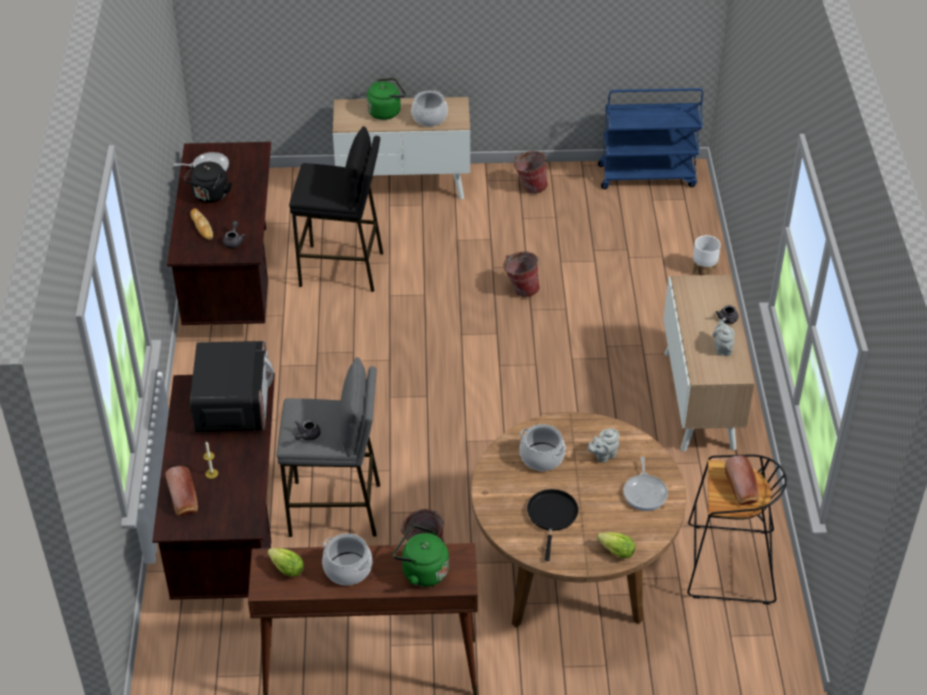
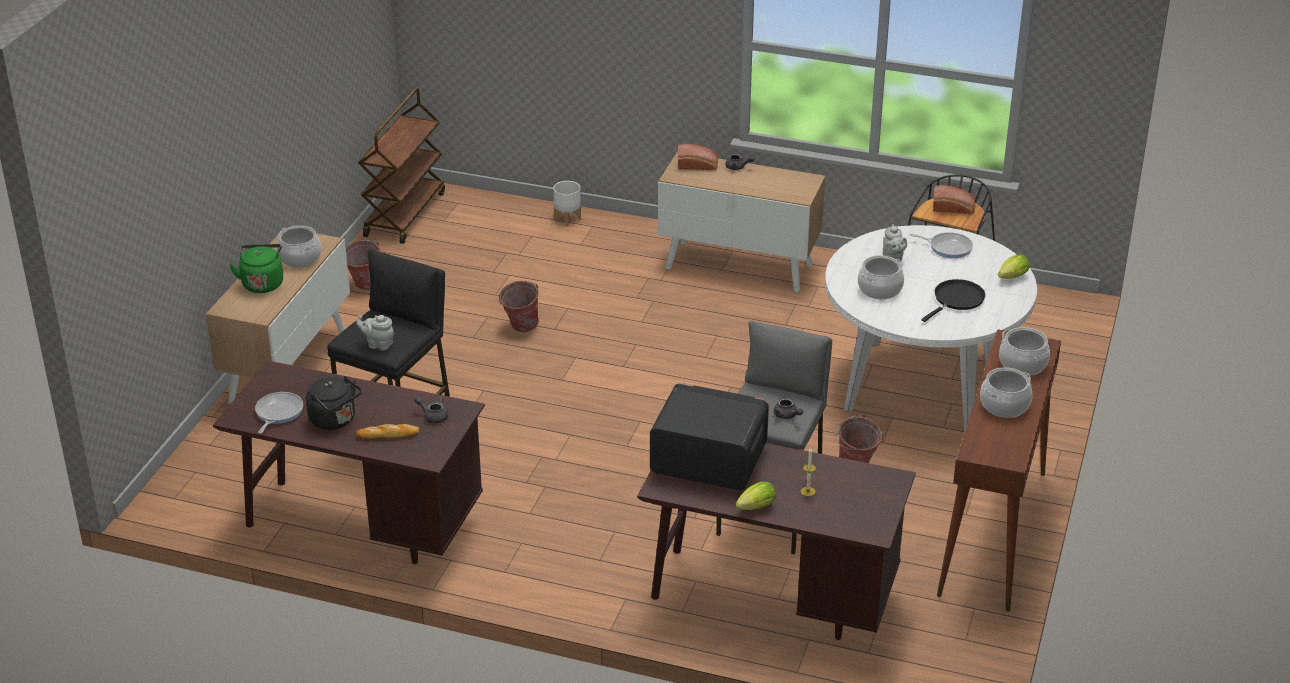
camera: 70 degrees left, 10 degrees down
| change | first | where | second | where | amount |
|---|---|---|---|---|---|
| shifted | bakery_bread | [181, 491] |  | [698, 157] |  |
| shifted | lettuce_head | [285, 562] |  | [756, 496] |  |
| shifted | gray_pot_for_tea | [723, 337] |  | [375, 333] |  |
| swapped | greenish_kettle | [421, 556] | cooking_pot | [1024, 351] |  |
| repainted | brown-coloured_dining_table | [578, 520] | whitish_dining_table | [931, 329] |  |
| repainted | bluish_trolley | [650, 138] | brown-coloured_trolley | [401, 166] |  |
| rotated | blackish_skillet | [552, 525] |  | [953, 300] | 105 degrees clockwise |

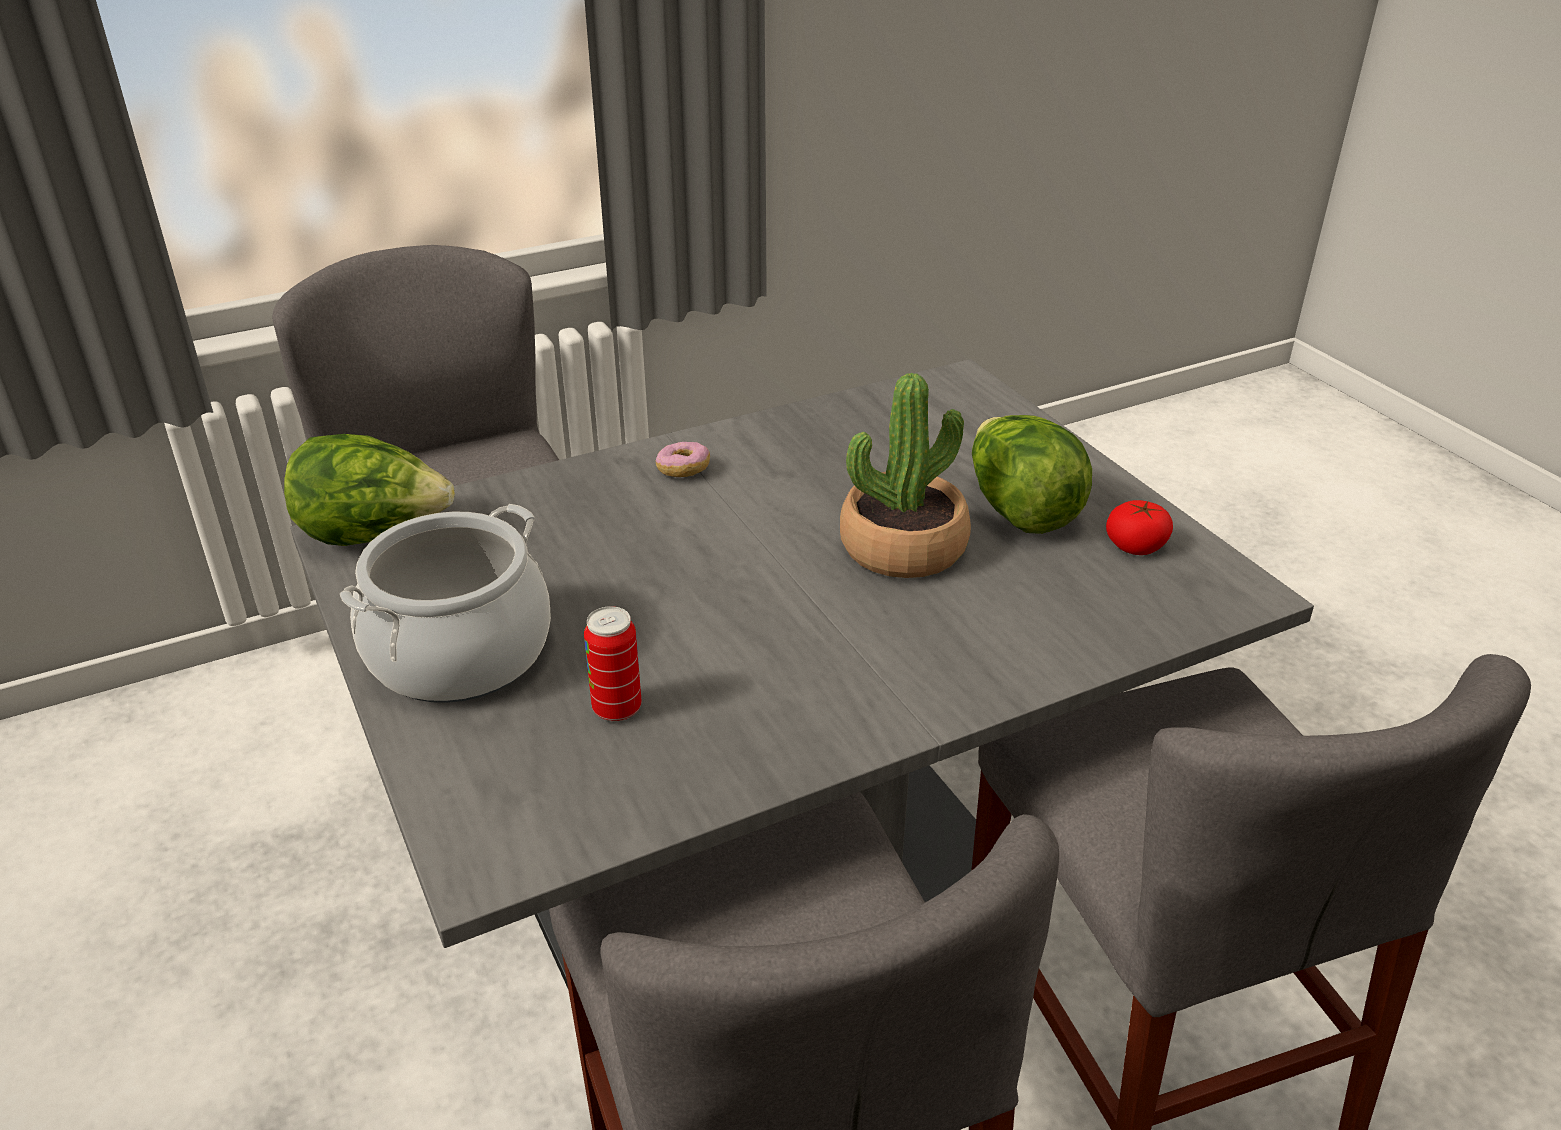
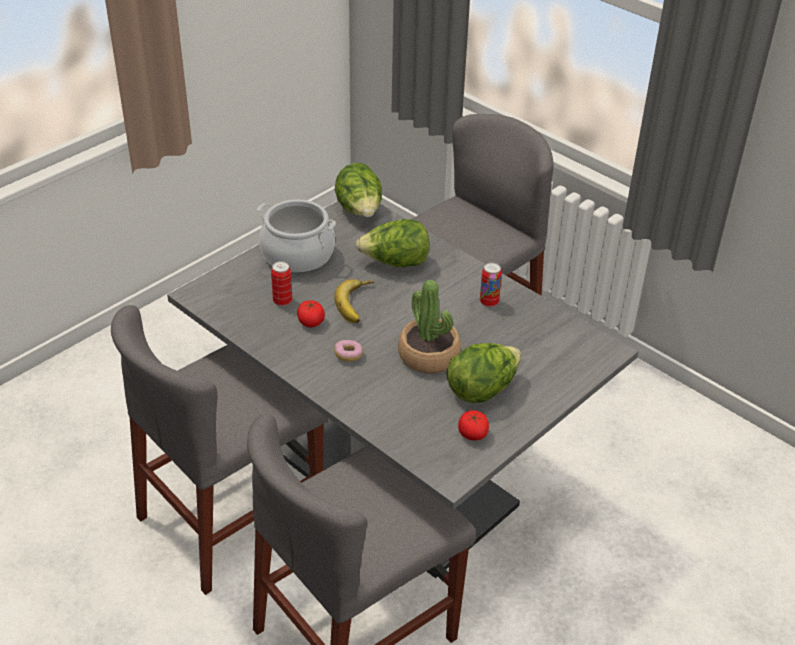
camera: 70 degrees right, 5 degrees up
| change | first | where | second | where | amount |
|---|---|---|---|---|---|
| new |  |  | fresh_tomato | [311, 314] |  |
| new |  |  | whole_banana | [354, 301] |  |
| new |  |  | lettuce_head | [392, 243] |  |
| new |  |  | can | [491, 284] |  |
| shifted | ring_doughnut | [683, 459] |  | [348, 351] |  |

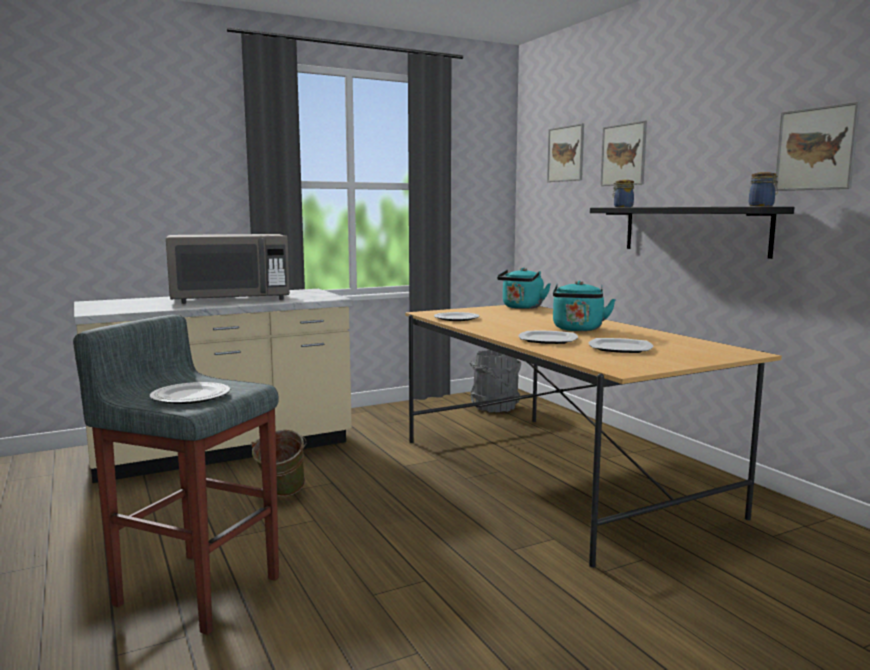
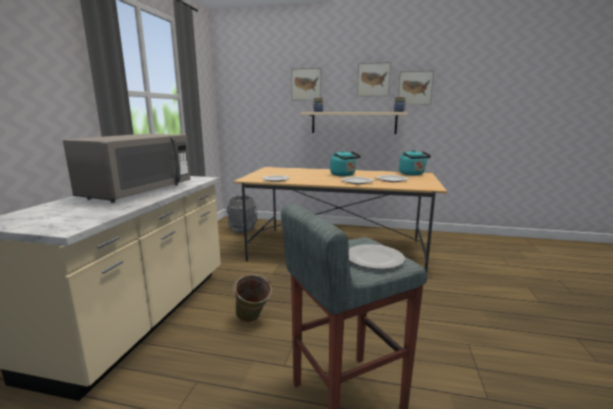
camera: 50 degrees left, 5 degrees up
| change | first | where | second | where | amount |
|---|---|---|---|---|---|
| shifted | turquoise_kettle | [524, 288] |  | [415, 162] |  |
| shifted | wall_art | [565, 152] |  | [374, 79] |  |
| repainted | blackish_shelf | [692, 233] | sand-coloured_shelf | [354, 123] |  |

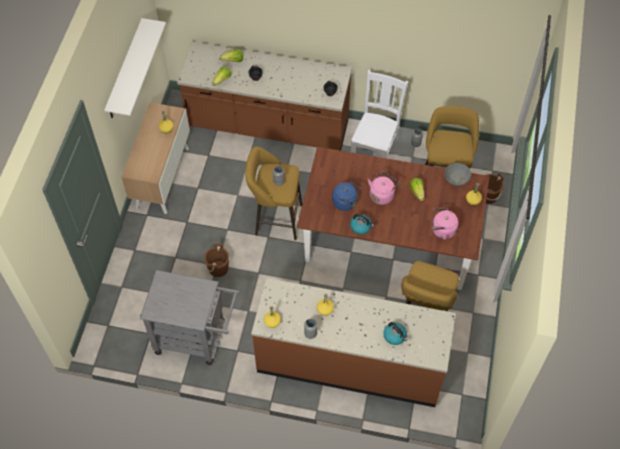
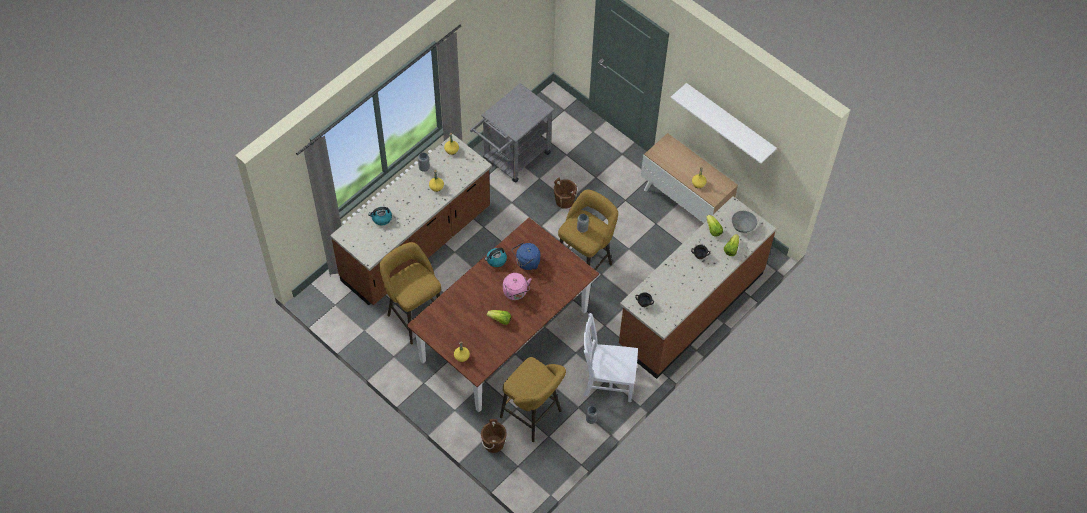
camera: 120 degrees right, 0 degrees up
| change | first | where | second | where | amount |
|---|---|---|---|---|---|
| gone | pinkish_kettle | [445, 224] |  |  |  |
| shifted | gray_bowl | [458, 174] |  | [744, 222] |  |
| rotated | whitish_upright_chair | [380, 114] |  | [611, 357] | 135 degrees clockwise |

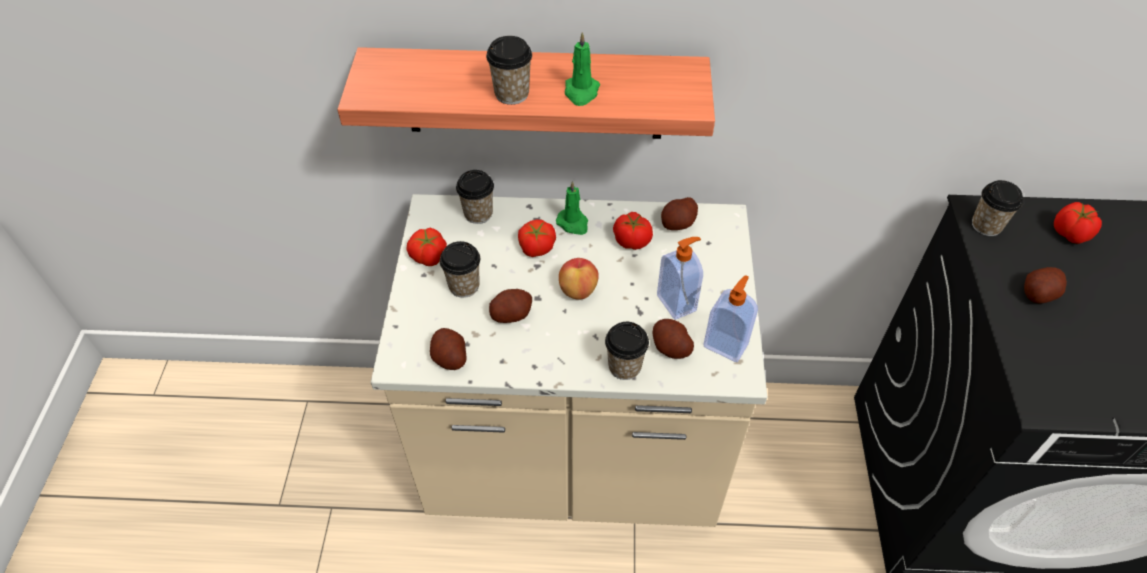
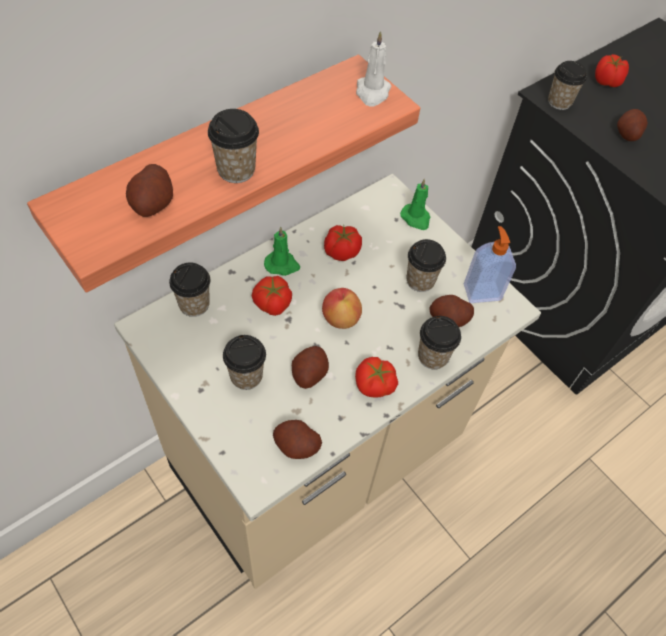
camera: 45 degrees left, 5 degrees up
| change | first | where | second | where | amount |
|---|---|---|---|---|---|
| new |  |  | whitish_wax_light | [373, 68] |  |
| shifted | fresh_tomato | [426, 247] |  | [376, 377] |  |
| shifted | greenish_wax_light | [582, 69] |  | [415, 204] |  |
| shifted | spud | [679, 213] |  | [149, 190] |  |
| swapped | liquid_soap_bottle | [680, 278] | cup | [426, 265] |  |

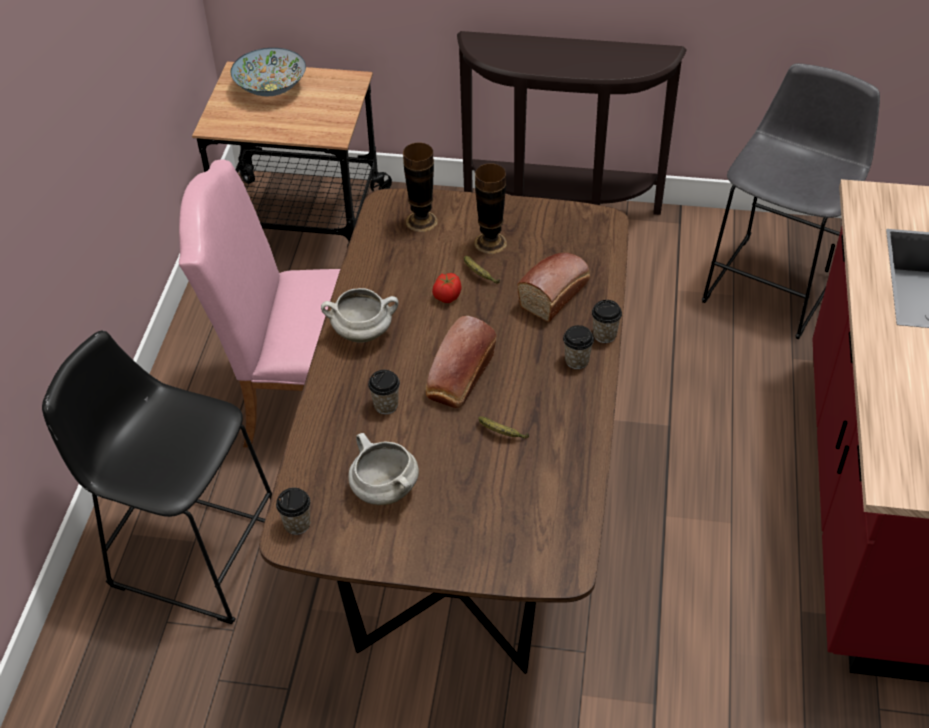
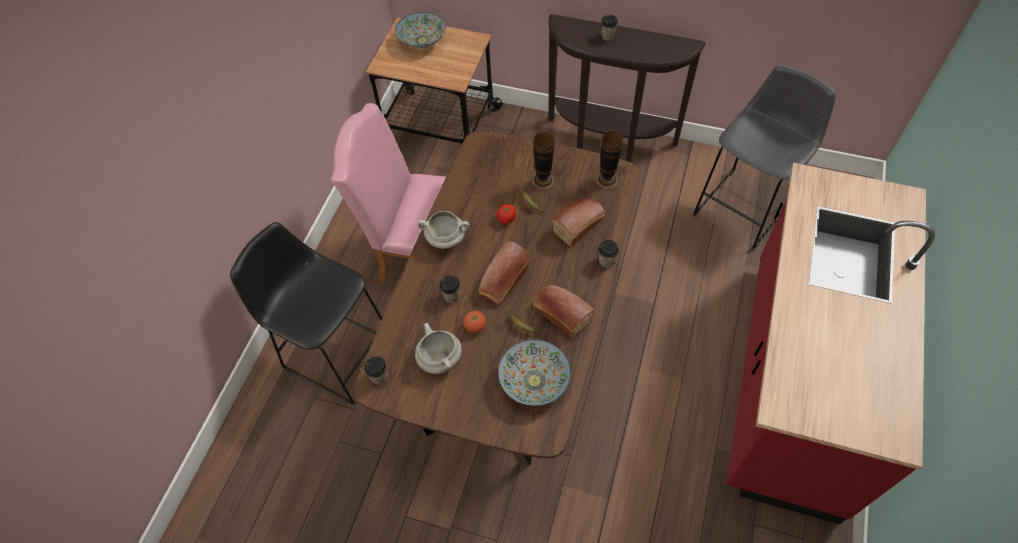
camera: 10 degrees right, 10 degrees up
| change | first | where | second | where | amount |
|---|---|---|---|---|---|
| new |  |  | fresh_tomato | [474, 322] |  |
| new |  |  | bowl | [534, 372] |  |
| new |  |  | bakery_bread | [564, 311] |  |
| shifted | decorative_vase | [420, 187] |  | [609, 160] |  |
| shifted | cup | [578, 347] |  | [609, 28] |  |

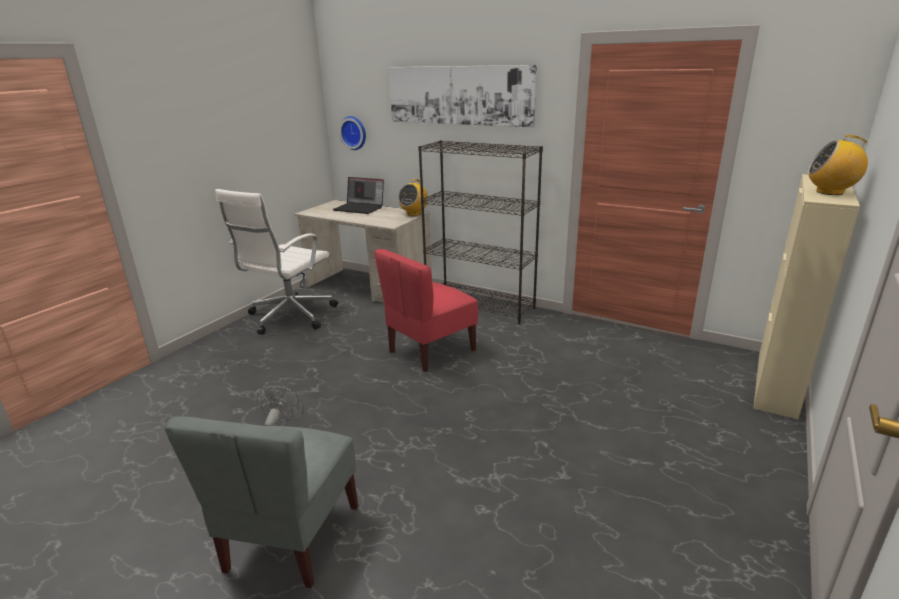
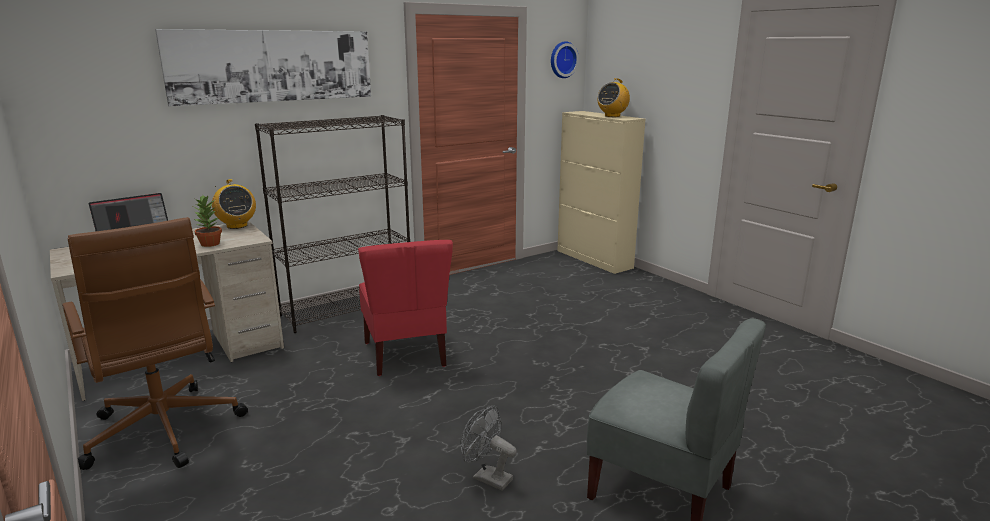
camera: 65 degrees left, 5 degrees down
| change | first | where | second | where | amount |
|---|---|---|---|---|---|
| new |  |  | houseplant | [208, 221] |  |
| shifted | hanging_clock | [352, 133] |  | [565, 59] |  |
| repainted | whitish_office_chair | [276, 261] | brown-coloured_office_chair | [155, 343] |  |

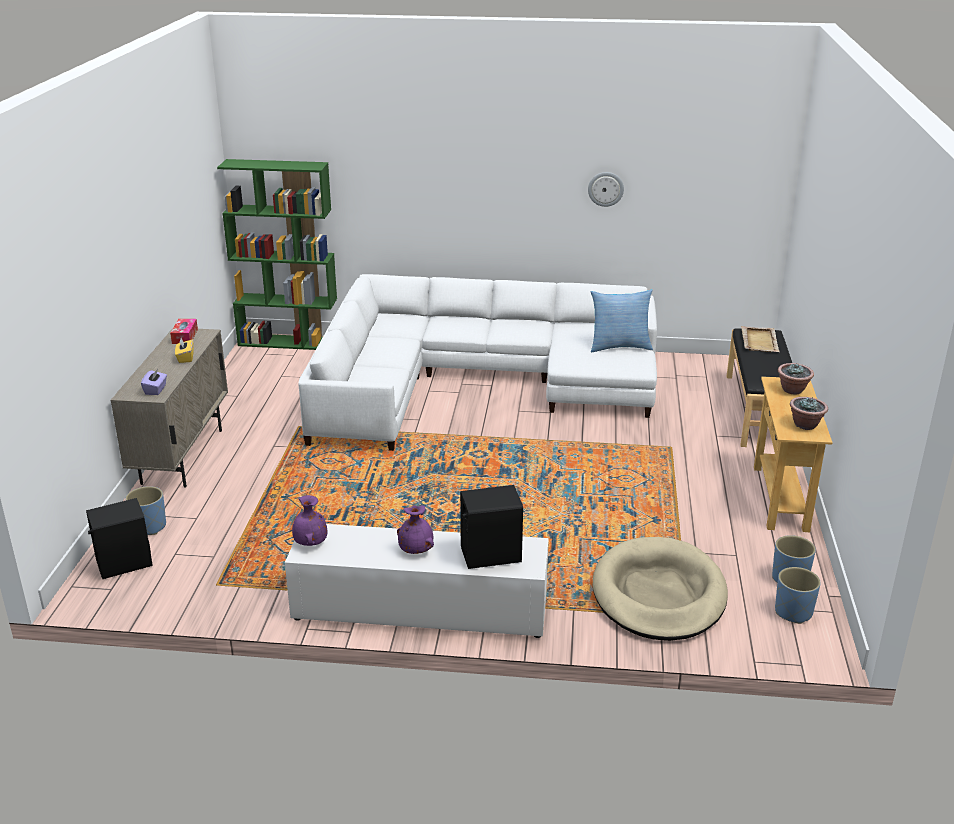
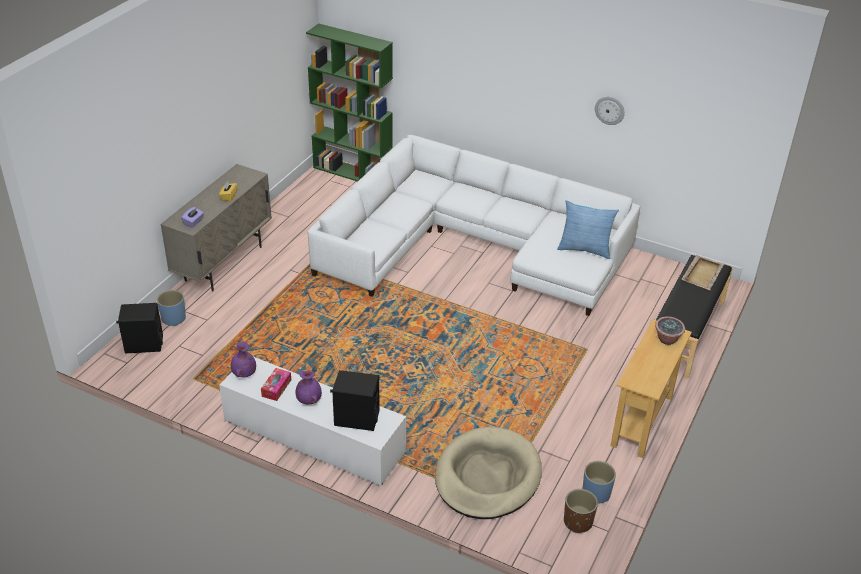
camera: 20 degrees right, 10 degrees up
| change | first | where | second | where | amount |
|---|---|---|---|---|---|
| gone | houseplant | [809, 413] |  |  |  |
| shifted | tissue_box | [184, 331] |  | [276, 384] |  |
| repainted | bluish_planter | [798, 595] | brown-coloured_planter | [581, 511] |  |

